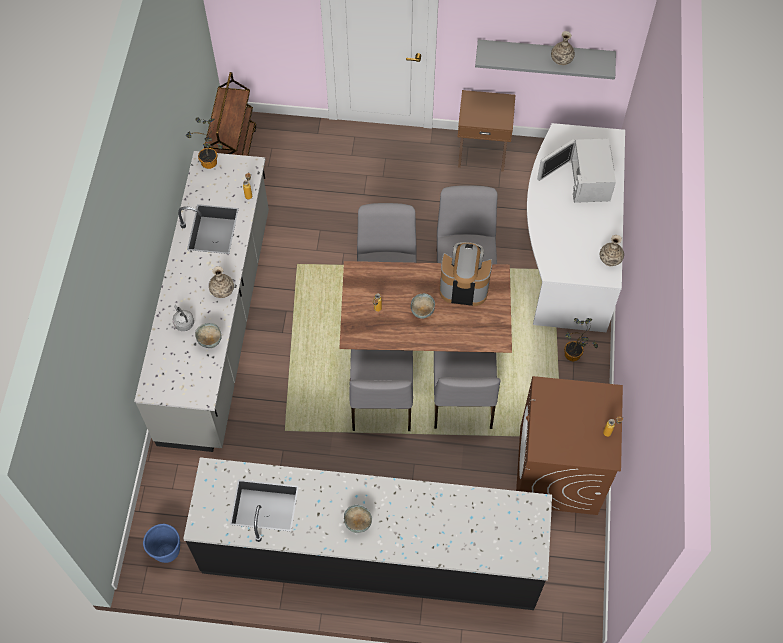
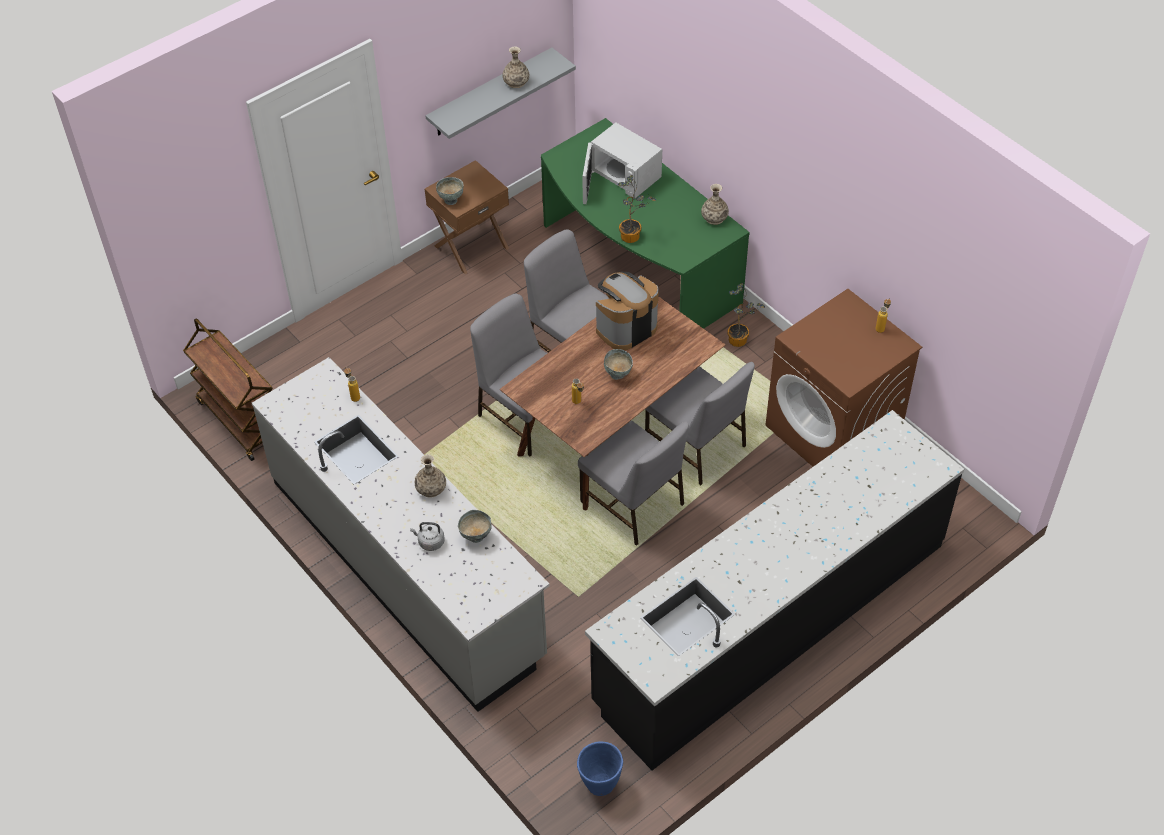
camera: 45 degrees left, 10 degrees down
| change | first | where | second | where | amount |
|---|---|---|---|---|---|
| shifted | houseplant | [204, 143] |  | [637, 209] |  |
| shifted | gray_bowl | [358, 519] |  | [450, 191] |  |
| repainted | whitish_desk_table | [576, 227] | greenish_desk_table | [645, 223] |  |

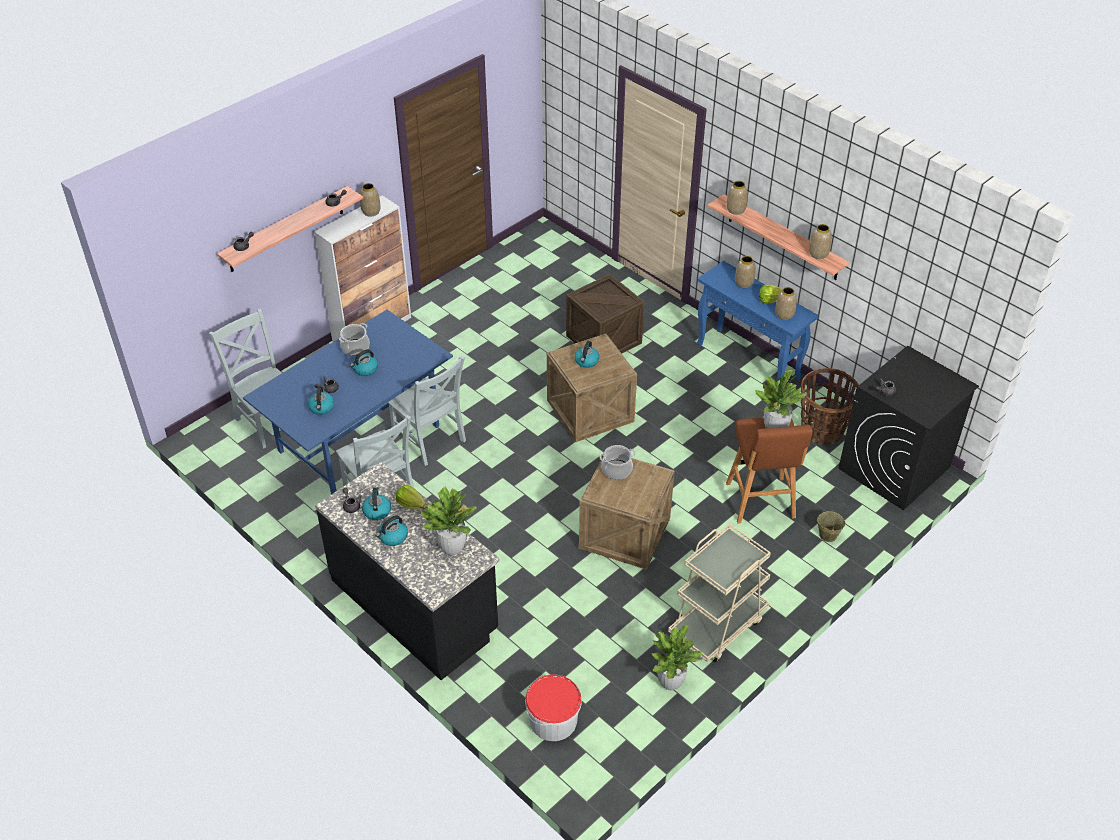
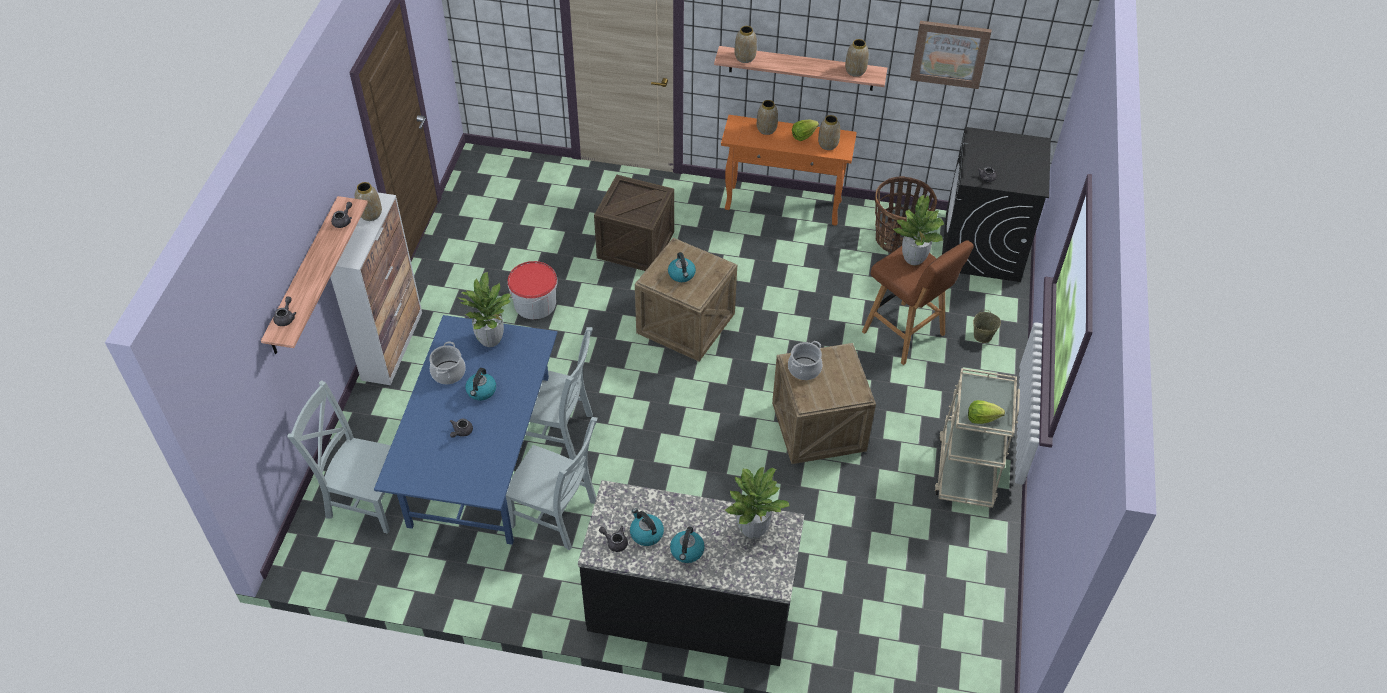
camera: 35 degrees left, 5 degrees up
| change | first | where | second | where | amount |
|---|---|---|---|---|---|
| gone | kettle | [321, 400] |  |  |  |
| new |  |  | wall_art | [951, 55] |  |
| shifted | lettuce_head | [411, 497] |  | [986, 412] |  |
| shifted | bucket | [553, 707] |  | [532, 290] |  |
| shifted | houseplant | [677, 657] |  | [485, 309] |  |
| repainted | bluish_hall_table | [758, 321] | orangey_hall_table | [789, 170] |  |

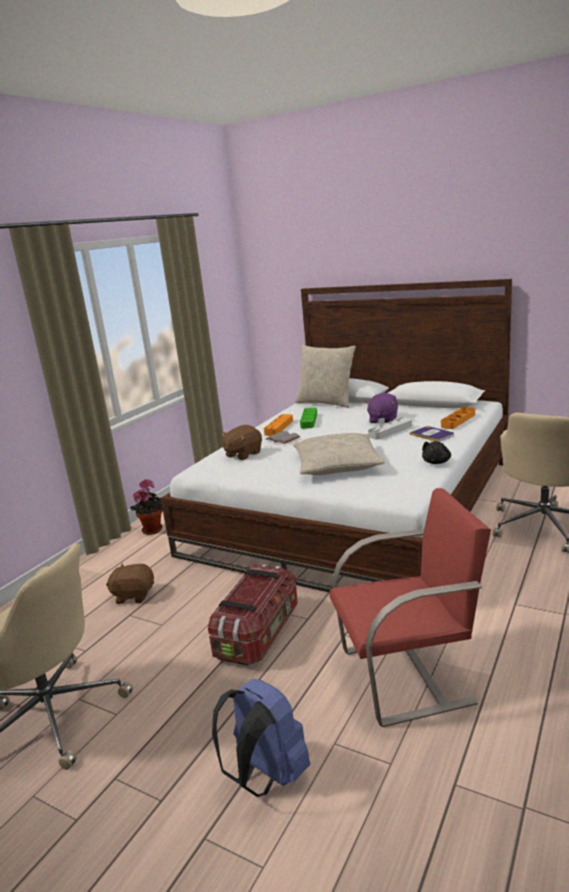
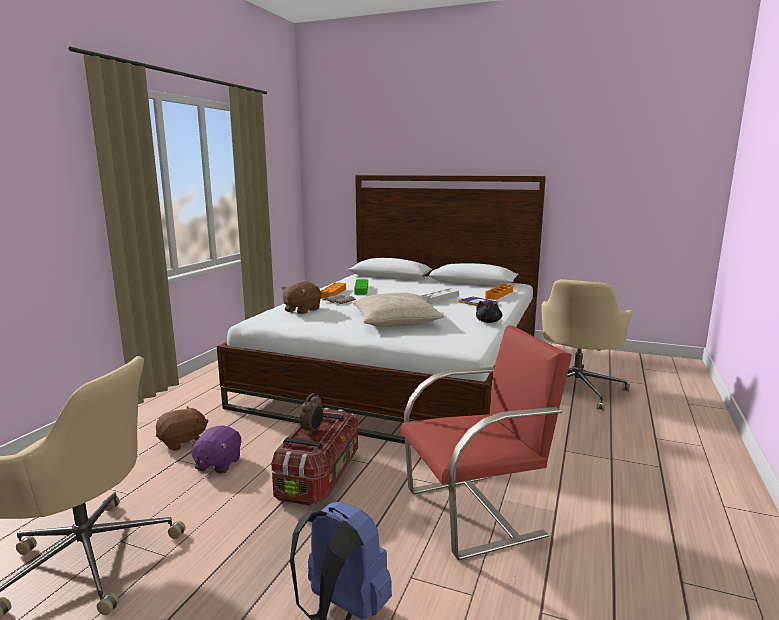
camera: 10 degrees left, 5 degrees down
| change | first | where | second | where | amount |
|---|---|---|---|---|---|
| gone | houseplant | [146, 507] |  |  |  |
| gone | sand-coloured_cushion | [325, 376] |  |  |  |
| new |  |  | table_clock | [311, 414] |  |
| shifted | purple_cuddly_toy | [381, 408] |  | [215, 449] |  |
| rotated | brown-coloured_cuddly_toy | [130, 584] |  | [182, 428] | 150 degrees clockwise |

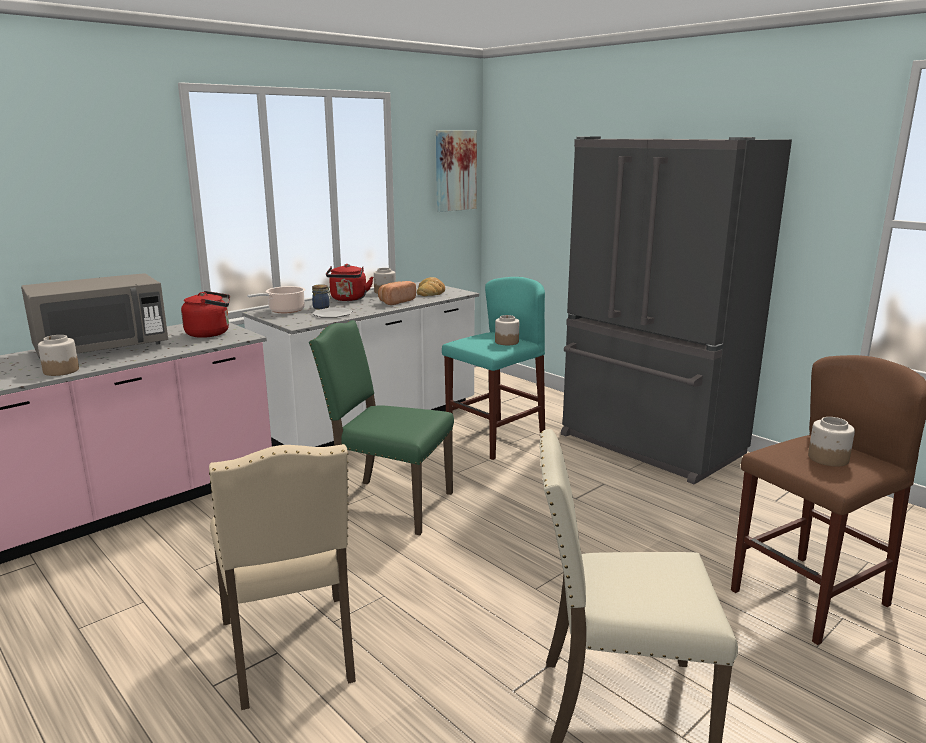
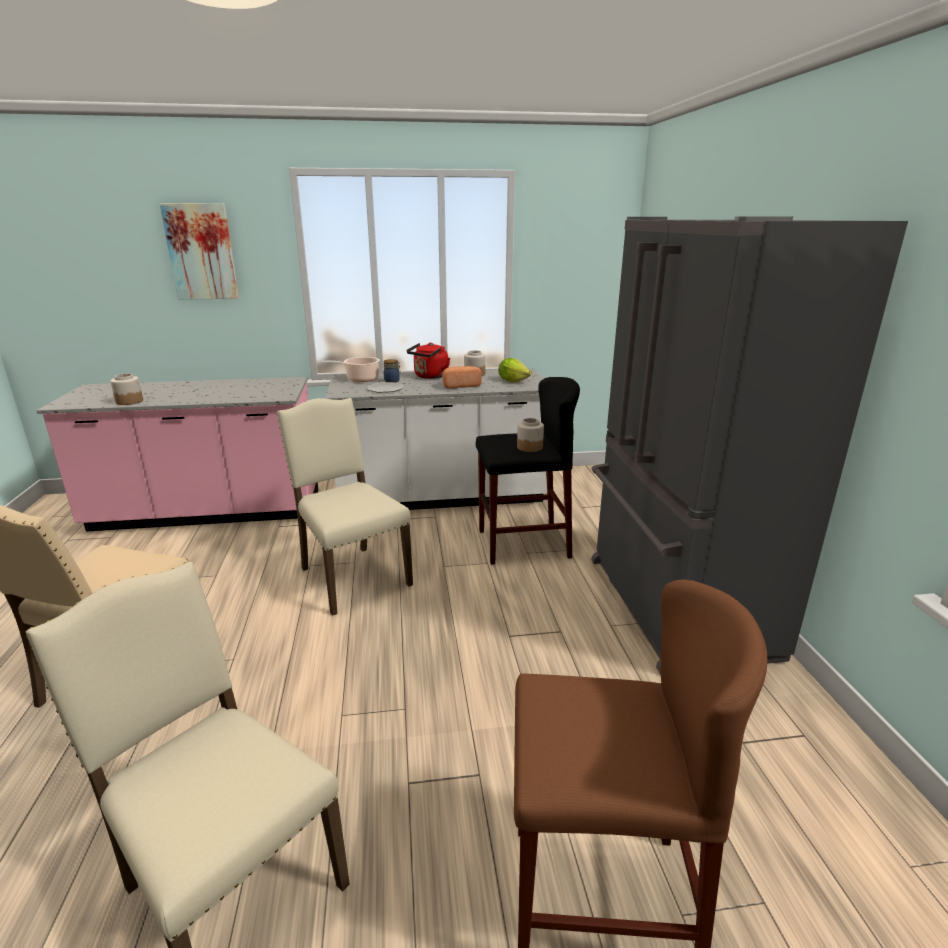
camera: 35 degrees right, 5 degrees up
| change | first | where | second | where | amount |
|---|---|---|---|---|---|
| gone | gray_microwave | [94, 316] |  |  |  |
| gone | red_kettle | [205, 314] |  |  |  |
| gone | jar | [831, 442] |  |  |  |
| shifted | wall_art | [456, 171] |  | [199, 251] |  |
| swapped | bakery_bread | [431, 286] | lettuce_head | [514, 370] |  |
| repainted | greenish_upright_chair | [381, 427] | sand-coloured_upright_chair | [345, 507] |  |
| repainted | turquoise_stool_seat | [493, 368] | blackish_stool_seat | [528, 471] |  |

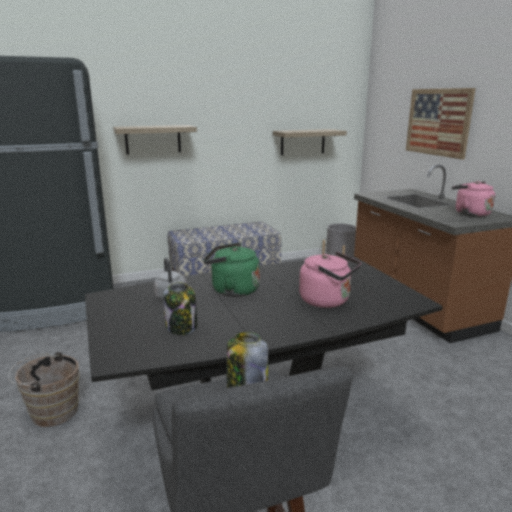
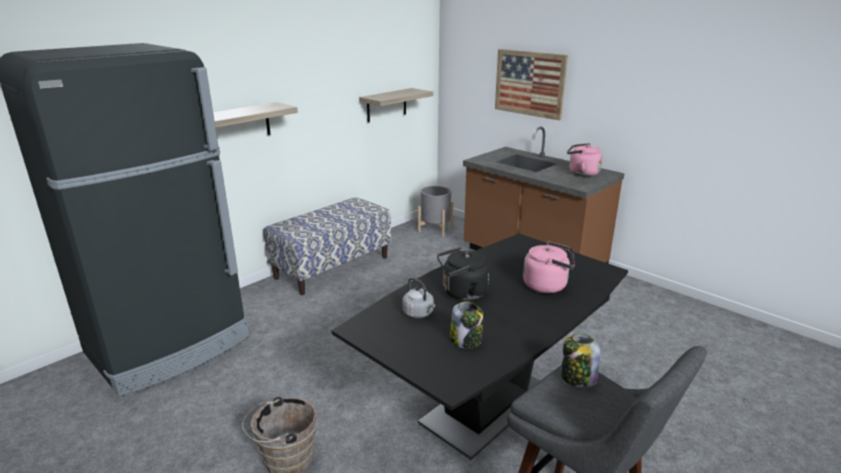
camera: 25 degrees left, 5 degrees up
| change | first | where | second | where | amount |
|---|---|---|---|---|---|
| repainted | greenish_kettle | [231, 270] | blackish_kettle | [463, 273] |  |

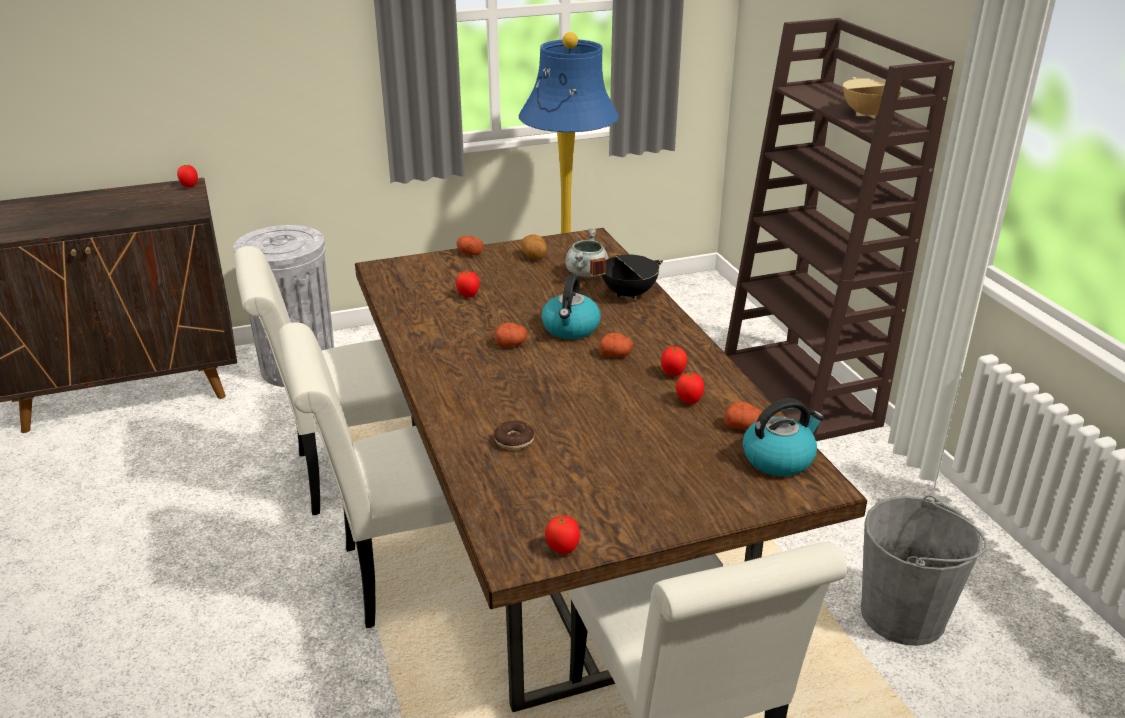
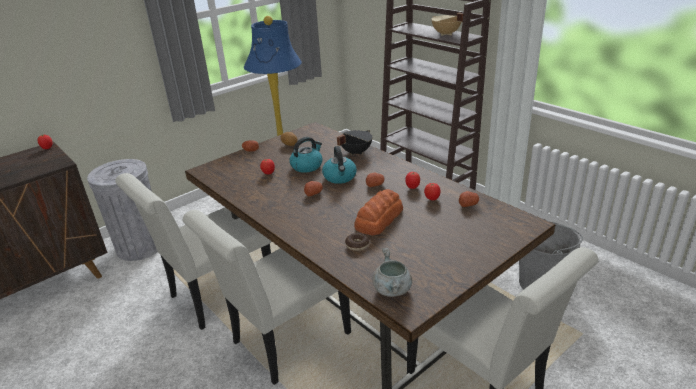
camera: 20 degrees left, 0 degrees up
| change | first | where | second | where | amount |
|---|---|---|---|---|---|
| gone | fresh_tomato | [562, 535] |  |  |  |
| new |  |  | bakery_bread | [378, 212] |  |
| shifted | gray_cooking_pot | [587, 252] |  | [392, 272] |  |
| shifted | kettle | [783, 437] |  | [306, 155] |  |

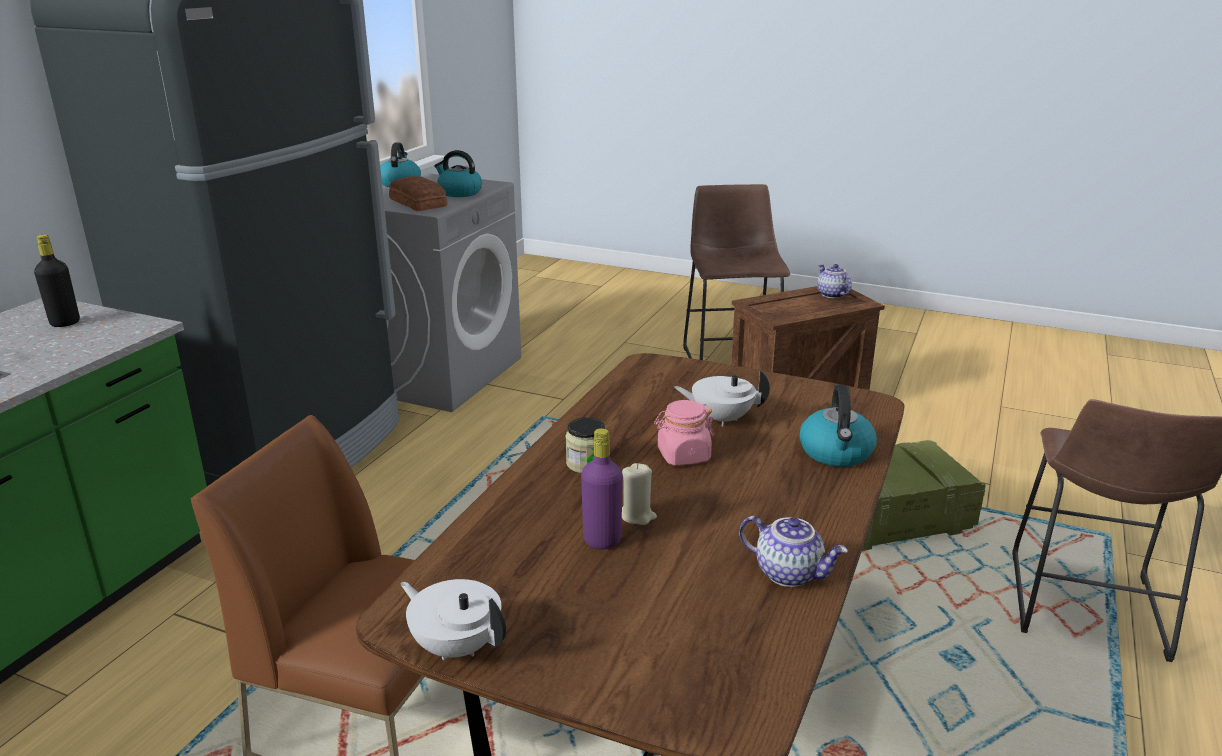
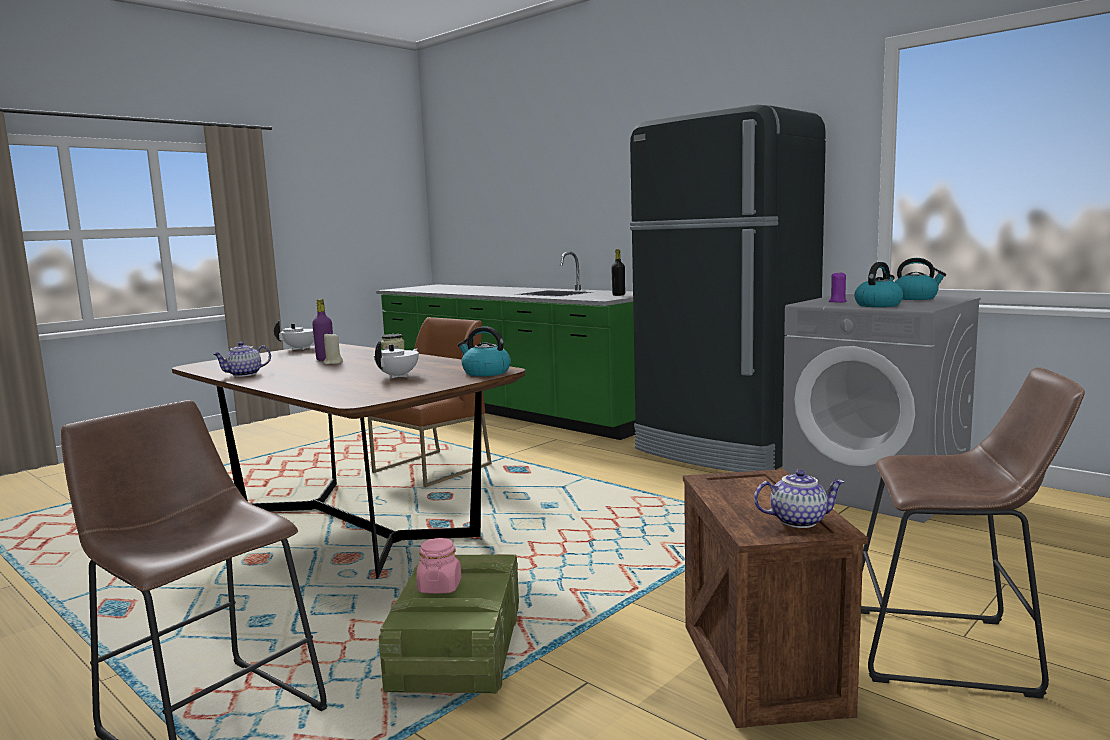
camera: 110 degrees right, 15 degrees down
| change | first | where | second | where | amount |
|---|---|---|---|---|---|
| shifted | pinkish_jar | [684, 433] |  | [438, 566] |  |
| shifted | kettle | [838, 426] |  | [484, 351] |  |
| swapped | bakery_bread | [418, 193] | purple_wax_light | [838, 287] |  |

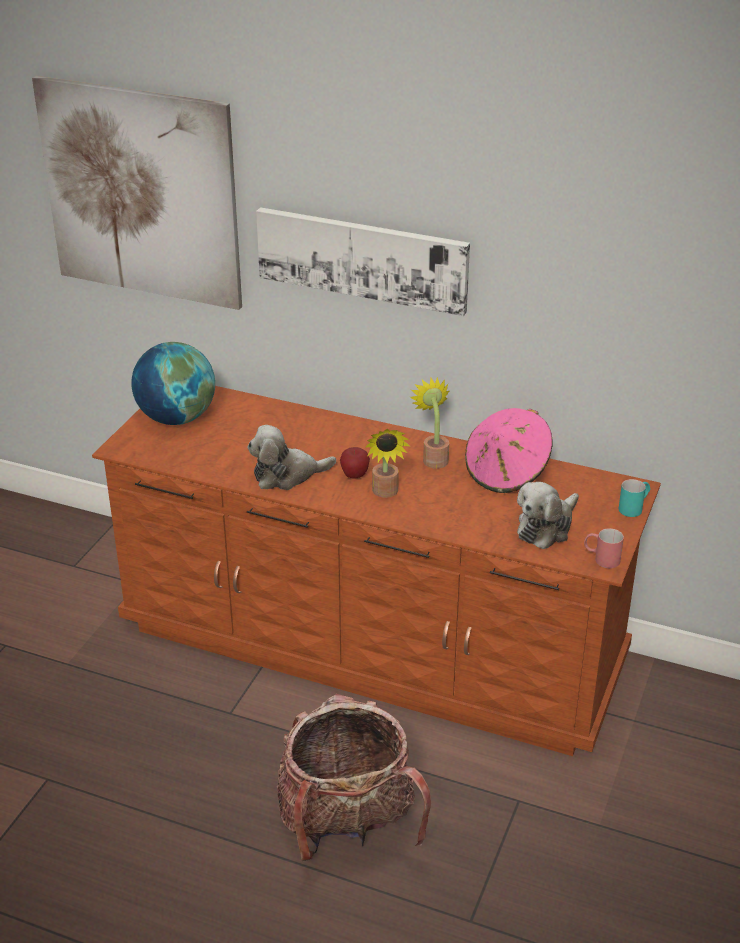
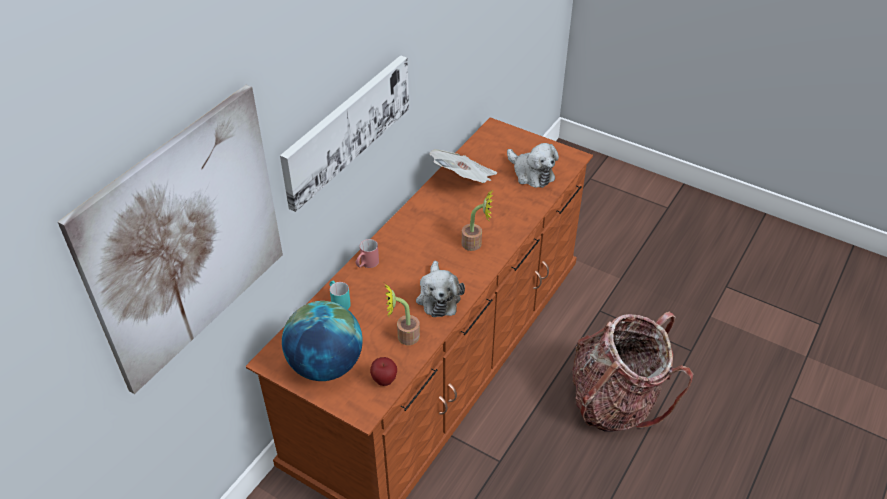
camera: 80 degrees left, 10 degrees up
| change | first | where | second | where | amount |
|---|---|---|---|---|---|
| shifted | apple | [355, 463] |  | [383, 371] |  |
| shifted | houseplant | [430, 423] |  | [402, 314] |  |
| shifted | red_tea_mug | [604, 548] |  | [367, 253] |  |
| shifted | turquoise_tea_mug | [634, 498] |  | [340, 295] |  |
| swapped | pinkish_clothing_hat | [509, 450] | newspaper | [463, 166] |  |

